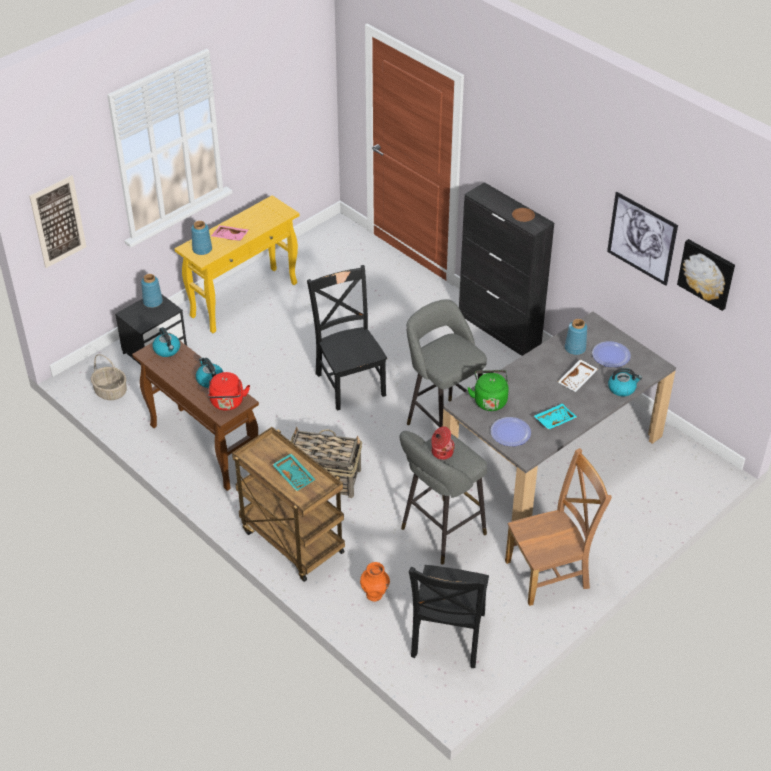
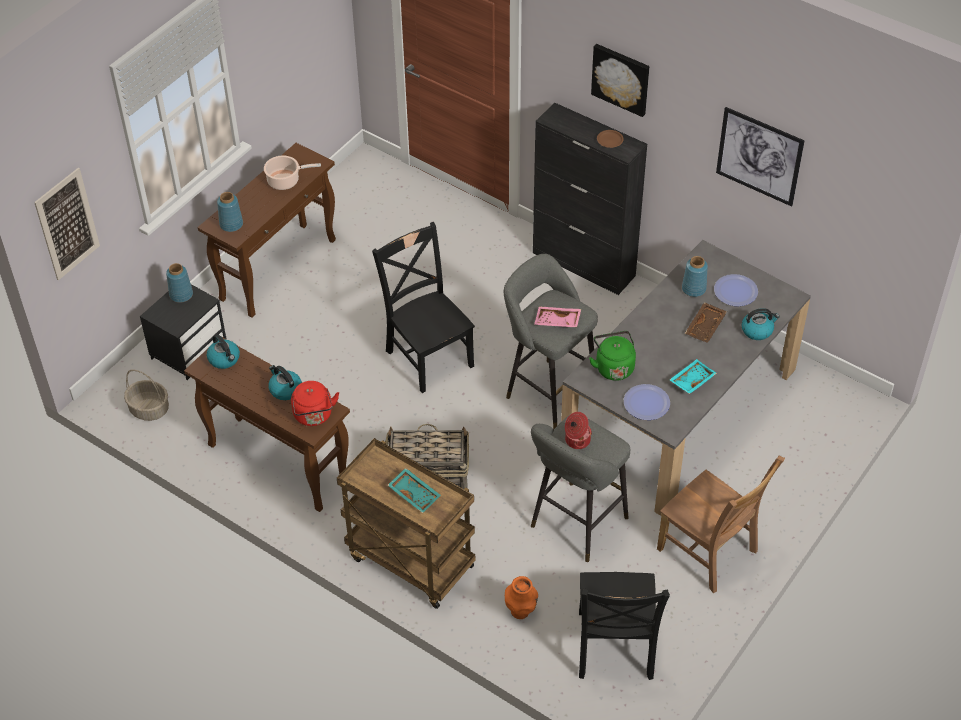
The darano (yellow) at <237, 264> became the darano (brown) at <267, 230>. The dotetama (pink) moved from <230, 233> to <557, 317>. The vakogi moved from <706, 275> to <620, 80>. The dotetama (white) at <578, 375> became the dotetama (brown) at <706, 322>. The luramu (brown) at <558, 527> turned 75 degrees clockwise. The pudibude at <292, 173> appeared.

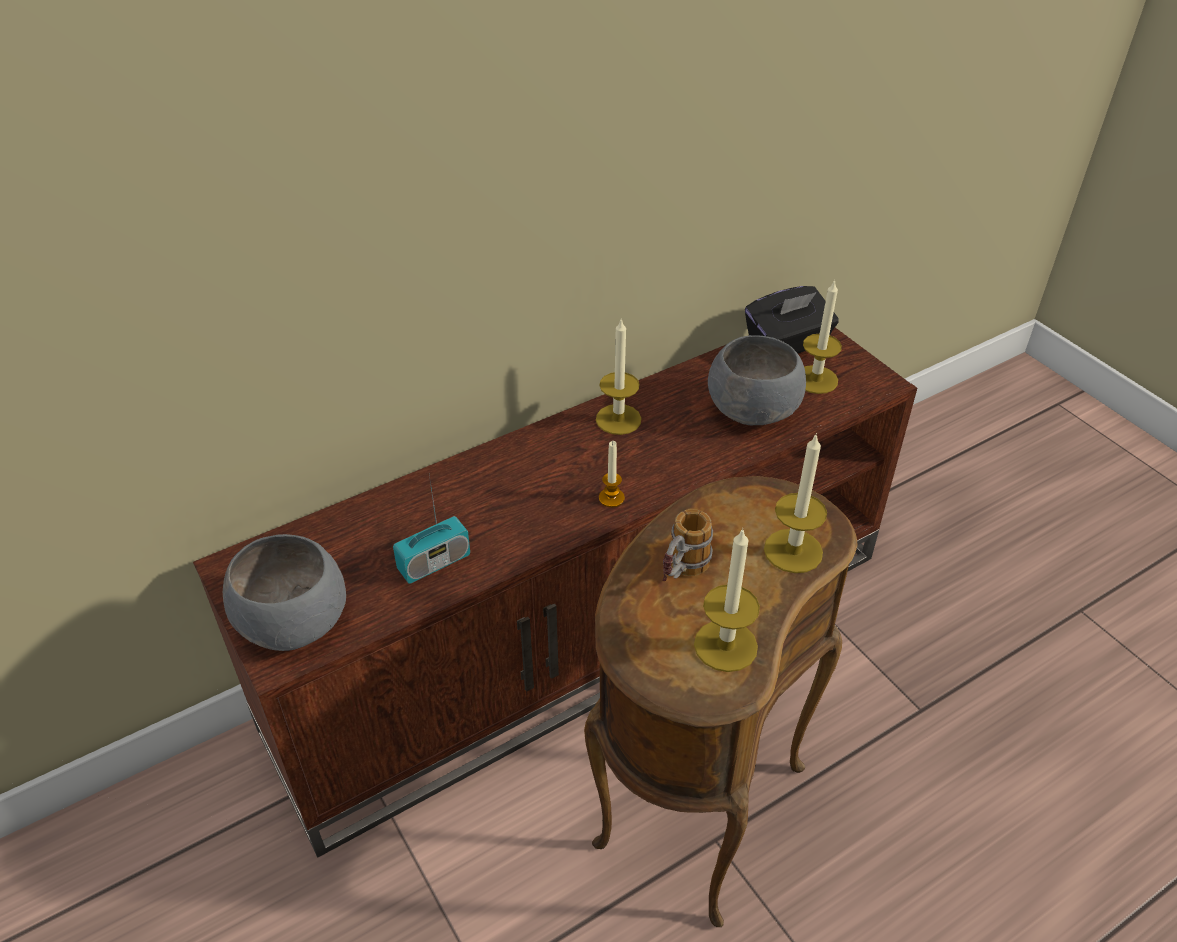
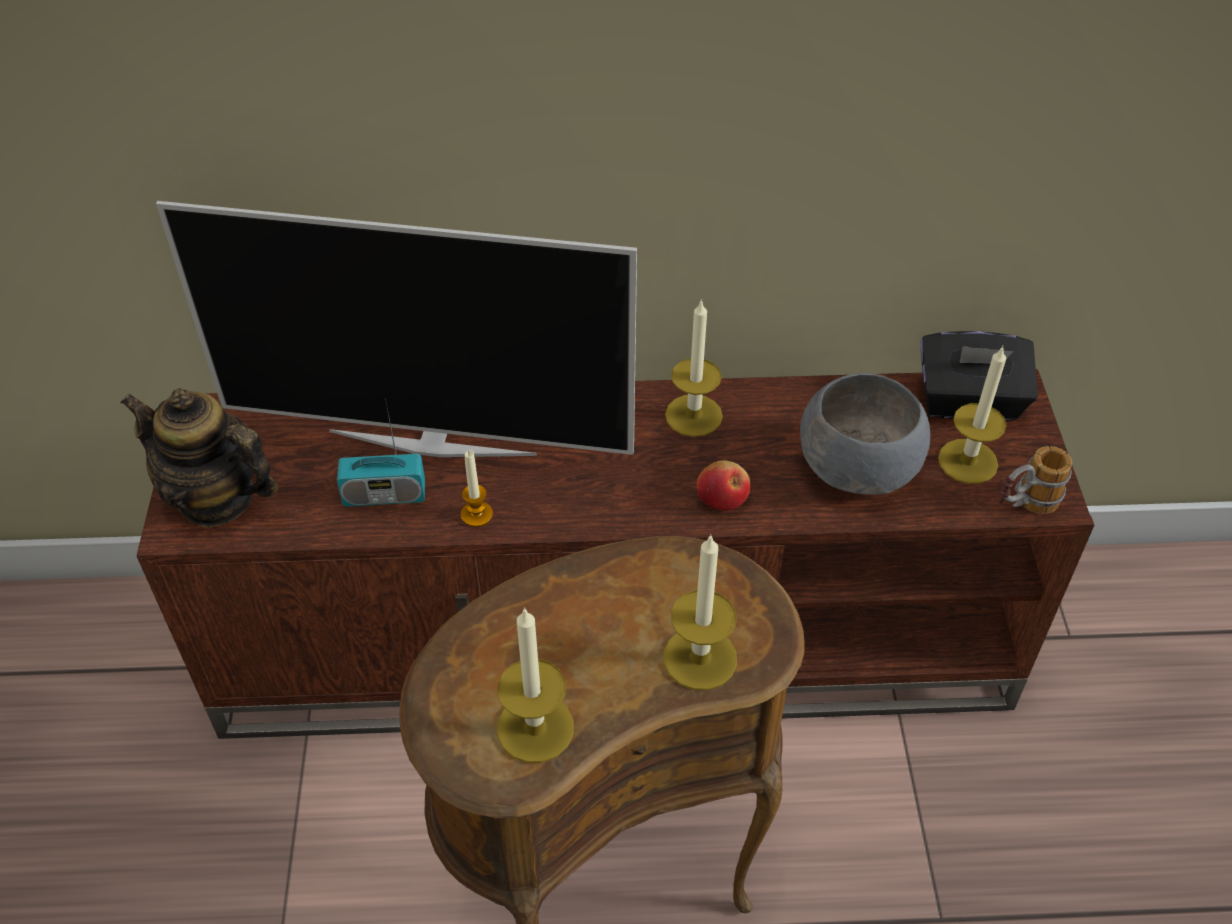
The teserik moved from <612, 474> to <477, 488>. The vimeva moved from <687, 545> to <1035, 480>. The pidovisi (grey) at <284, 592> was replaced by the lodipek at <199, 457>. The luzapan at <396, 329> appeared. The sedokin at <723, 485> appeared.

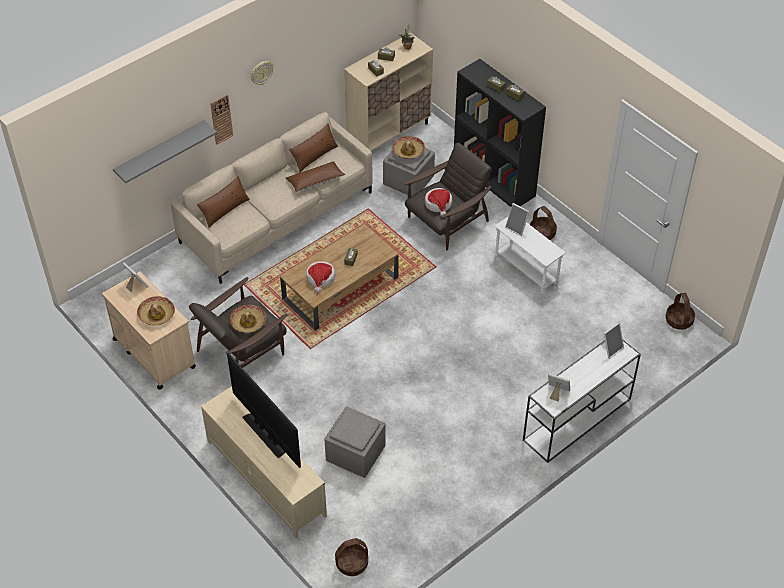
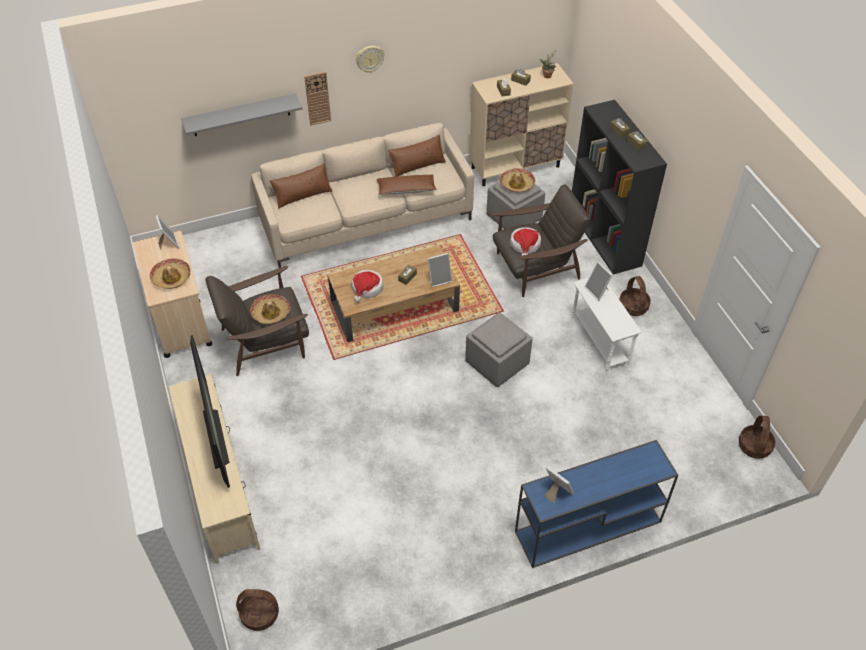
The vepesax moved from <613, 340> to <439, 270>. The darano (white) at <582, 401> became the darano (blue) at <596, 504>. The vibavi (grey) moved from <355, 442> to <499, 349>.

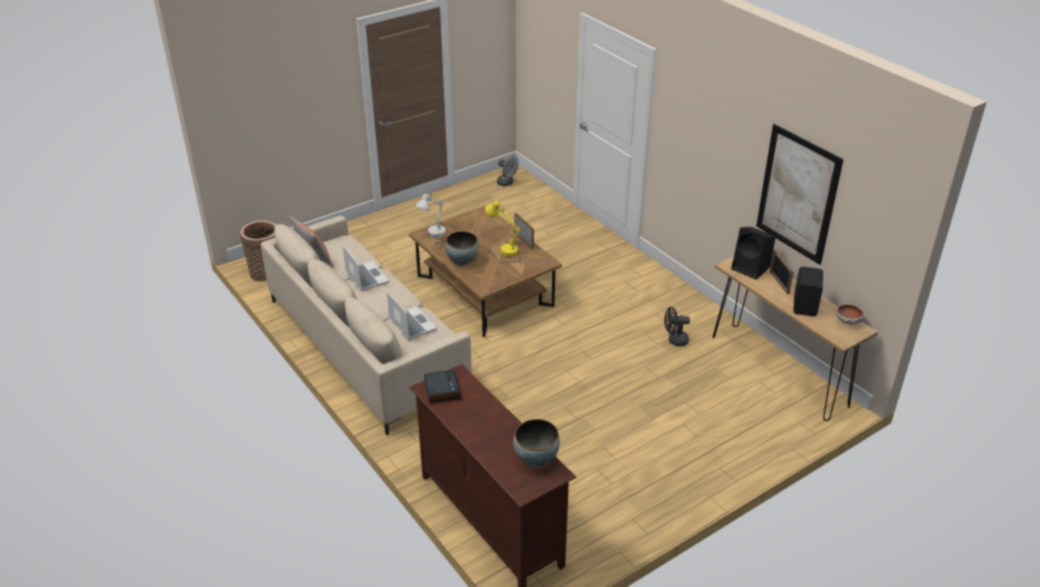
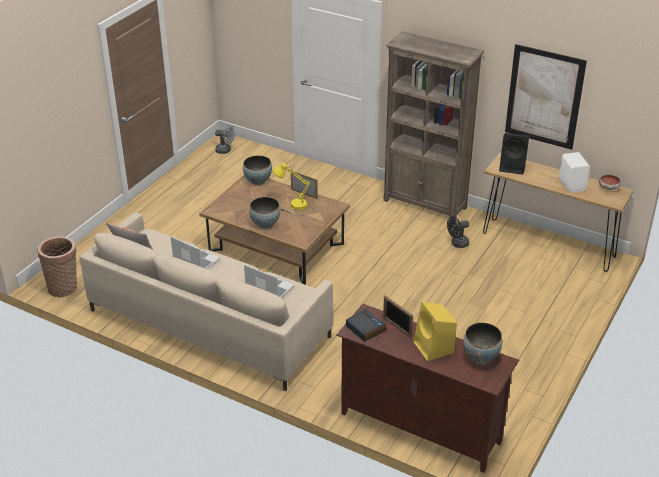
The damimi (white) at <436, 218> disappeared. The vepesax moved from <782, 272> to <398, 316>. The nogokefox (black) at <808, 291> became the nogokefox (white) at <574, 172>. The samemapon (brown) at <434, 126> appeared. The pidovisi at <257, 170> appeared. The nogokefox (yellow) at <435, 331> appeared.

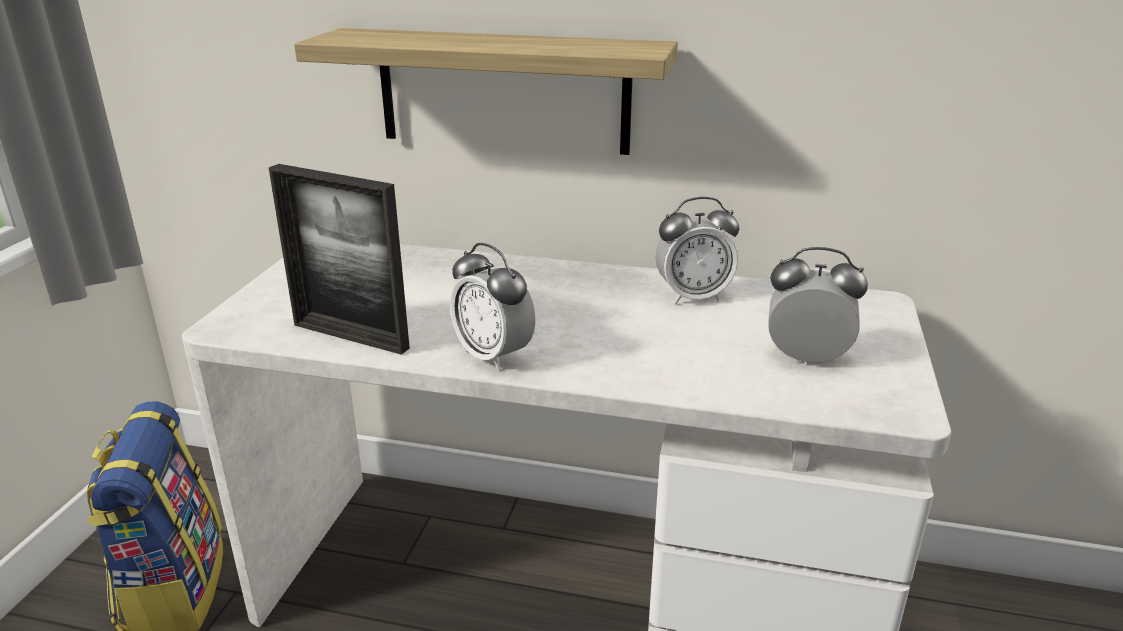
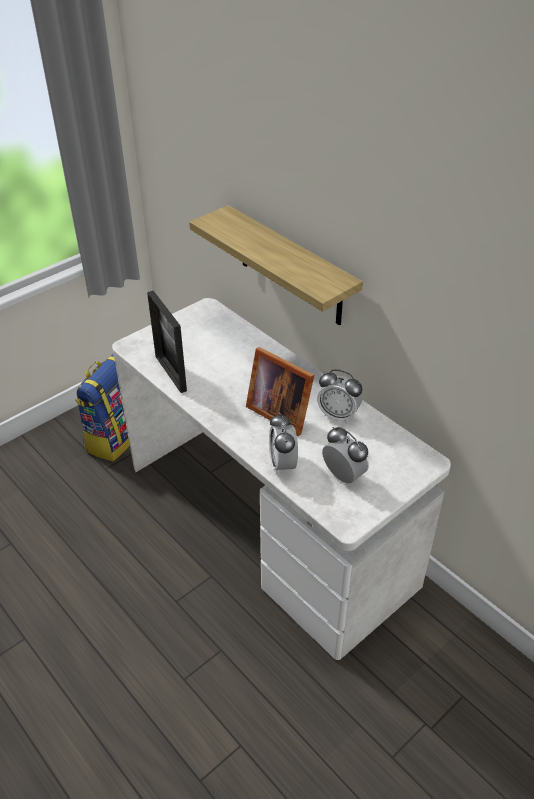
The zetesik moved from <492, 306> to <283, 444>. The vepesax at <280, 391> appeared.

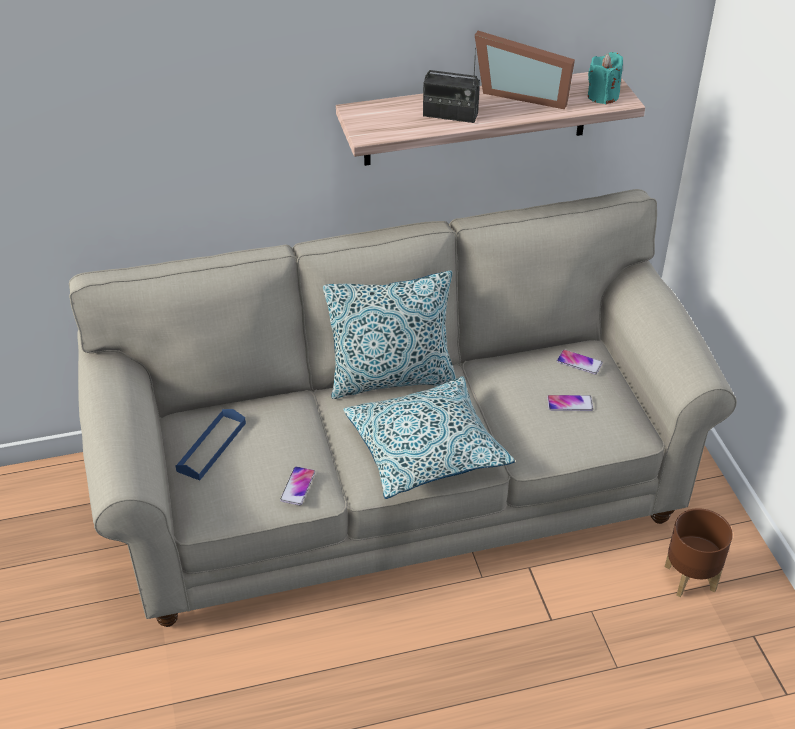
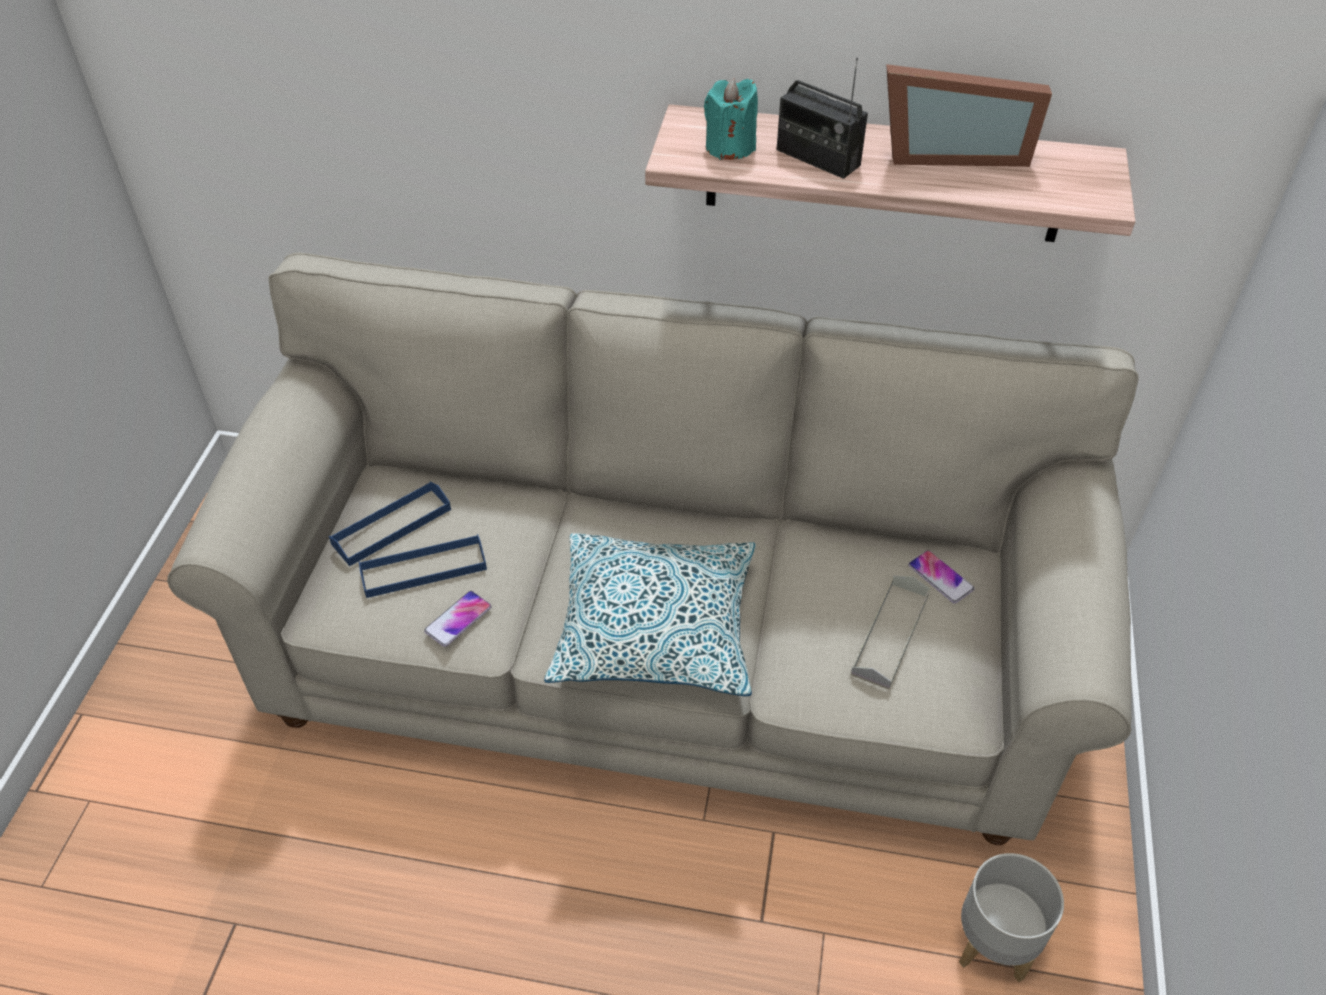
The vepesax at <525, 70> turned 45 degrees counterclockwise. The teserik (turquoise) moved from <605, 78> to <731, 119>. The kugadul at <389, 335> disappeared. The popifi at <570, 403> was replaced by the dotetama (grey) at <890, 633>. The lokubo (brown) at <699, 552> became the lokubo (grey) at <1011, 917>. The dotetama (blue) at <423, 566> appeared.

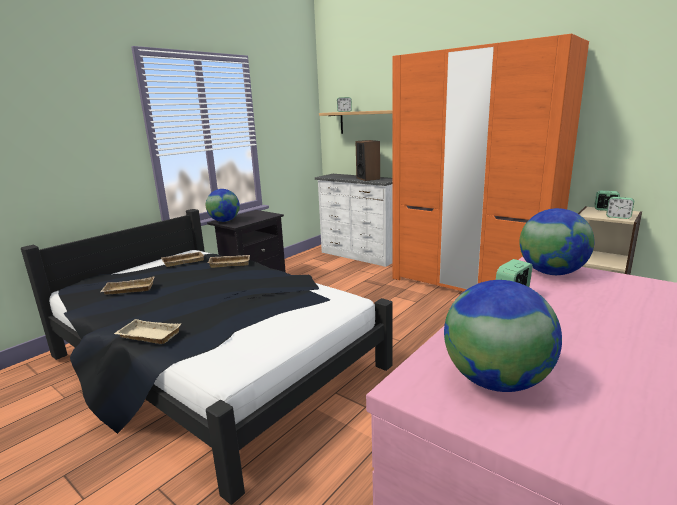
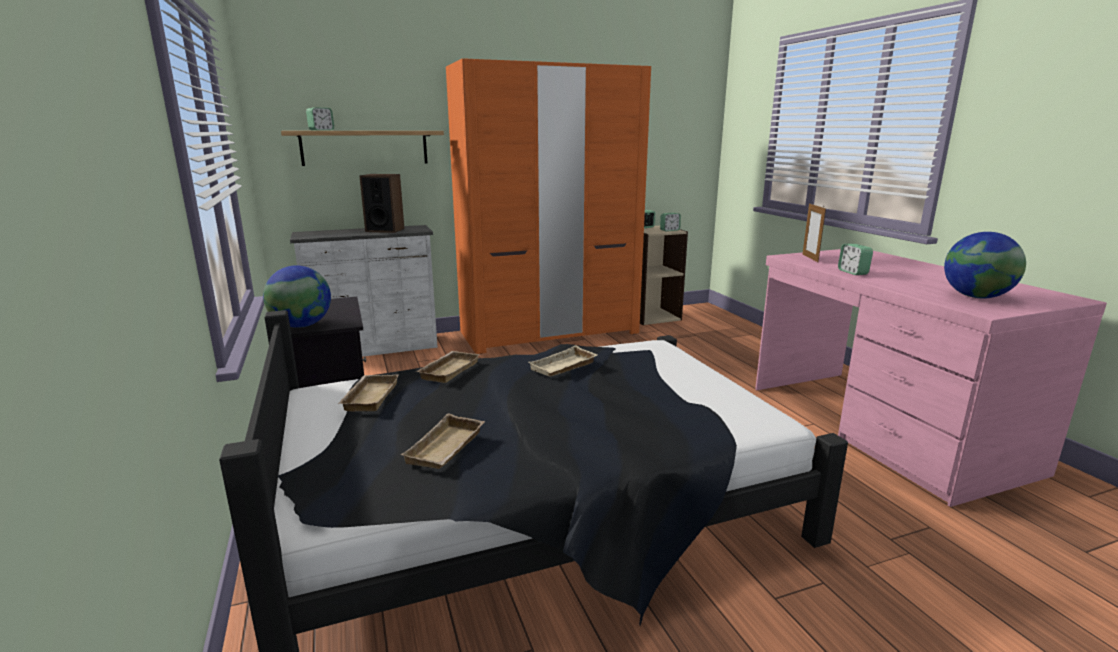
The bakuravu at <557, 241> was replaced by the vepesax at <814, 232>. The dotetama (beige) moved from <147, 331> to <562, 361>.

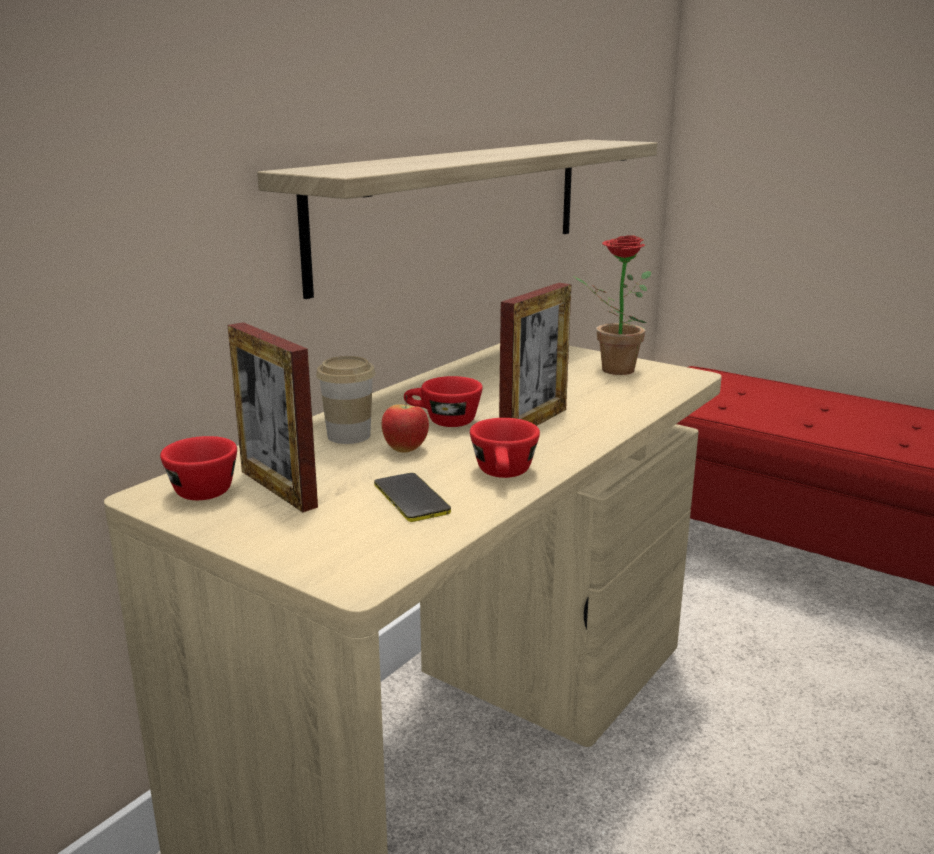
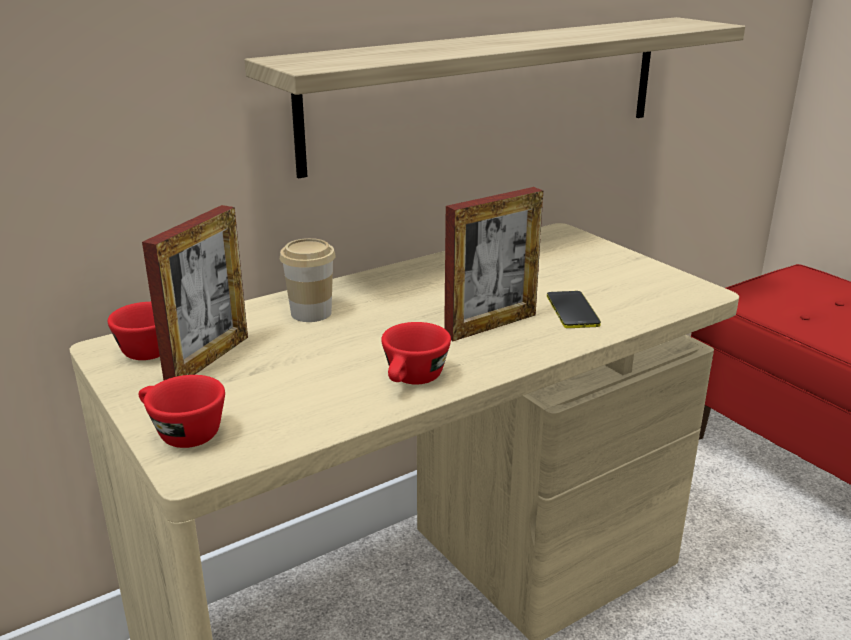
The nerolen at <611, 305> disappeared. The vepesax at <273, 417> turned 135 degrees counterclockwise. The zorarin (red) moved from <443, 401> to <182, 411>. The sedokin at <405, 424> disappeared. The popifi moved from <412, 497> to <574, 309>.

